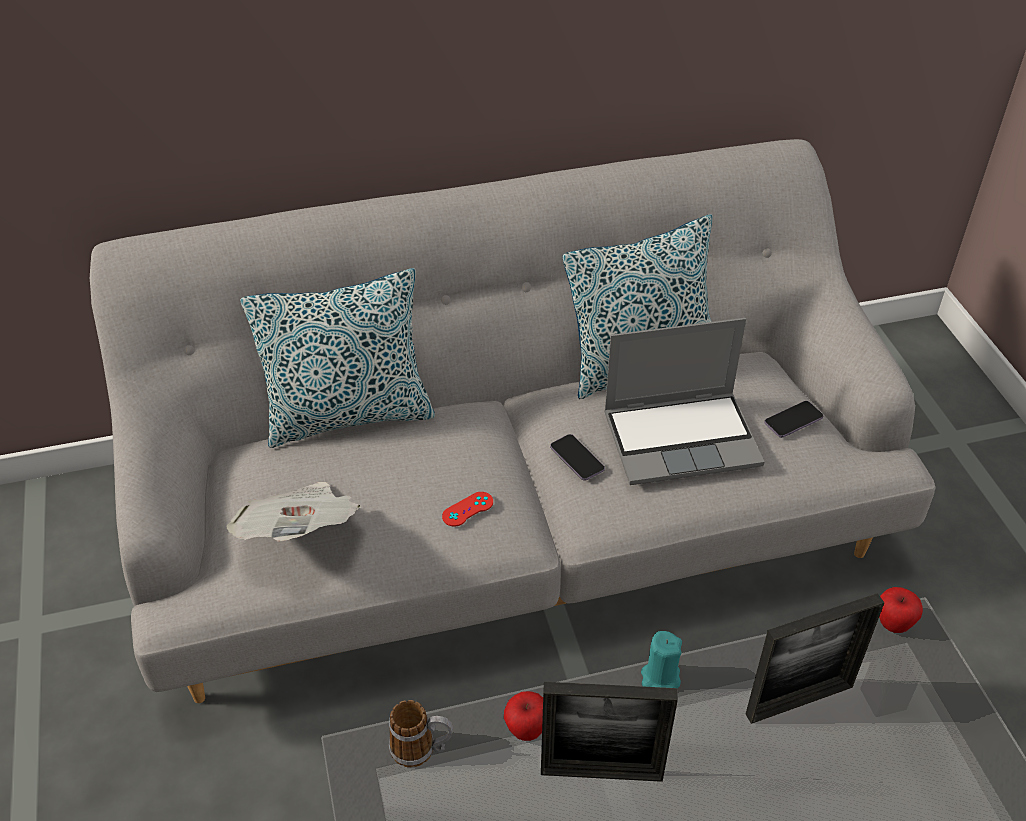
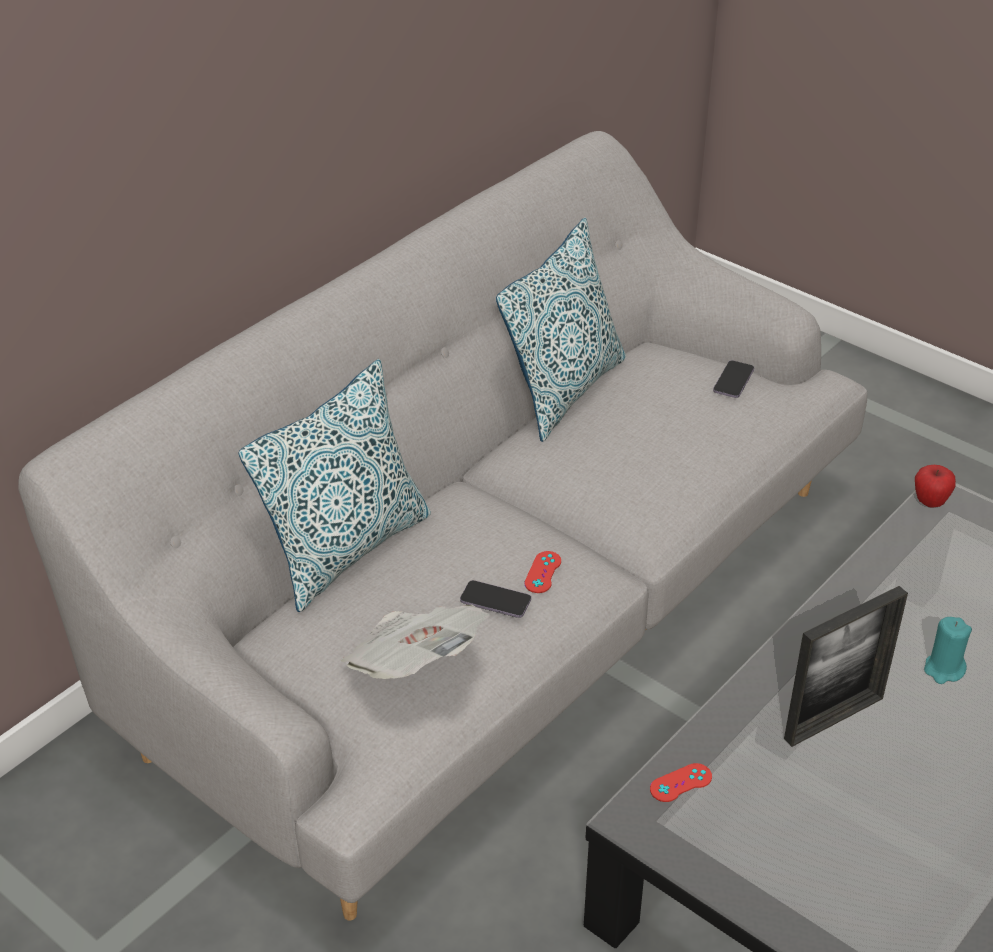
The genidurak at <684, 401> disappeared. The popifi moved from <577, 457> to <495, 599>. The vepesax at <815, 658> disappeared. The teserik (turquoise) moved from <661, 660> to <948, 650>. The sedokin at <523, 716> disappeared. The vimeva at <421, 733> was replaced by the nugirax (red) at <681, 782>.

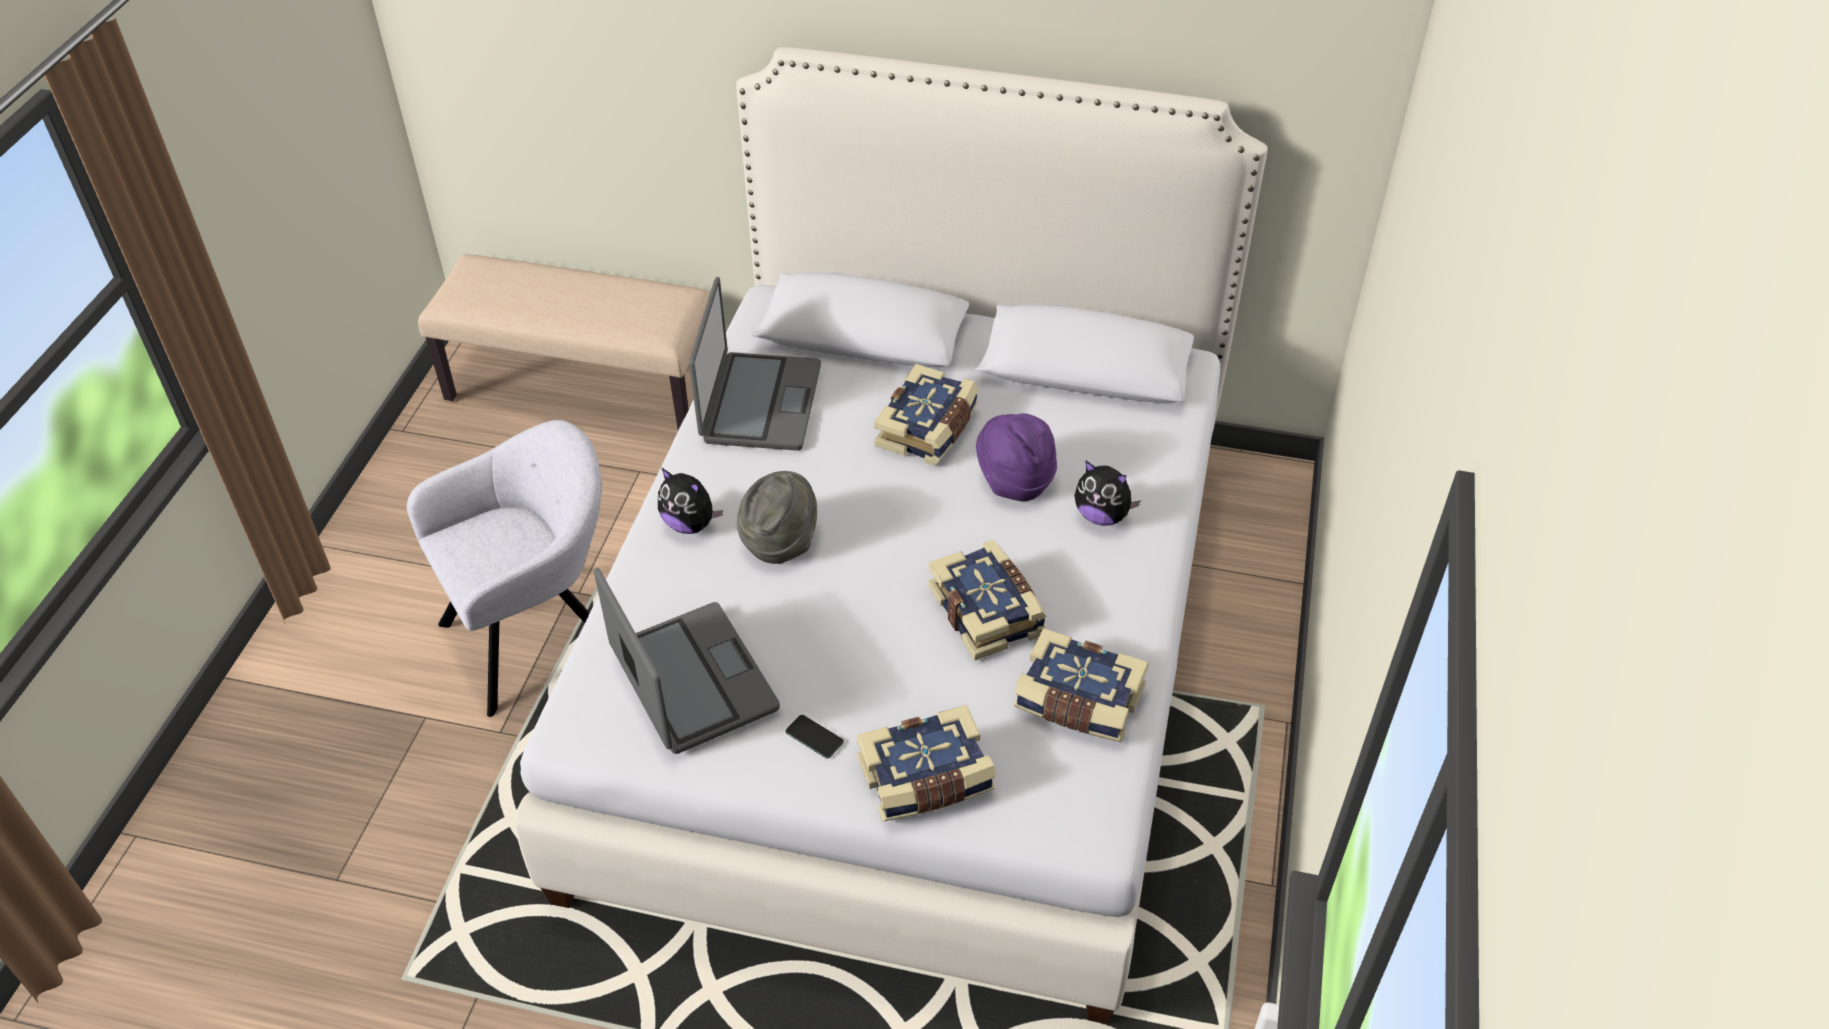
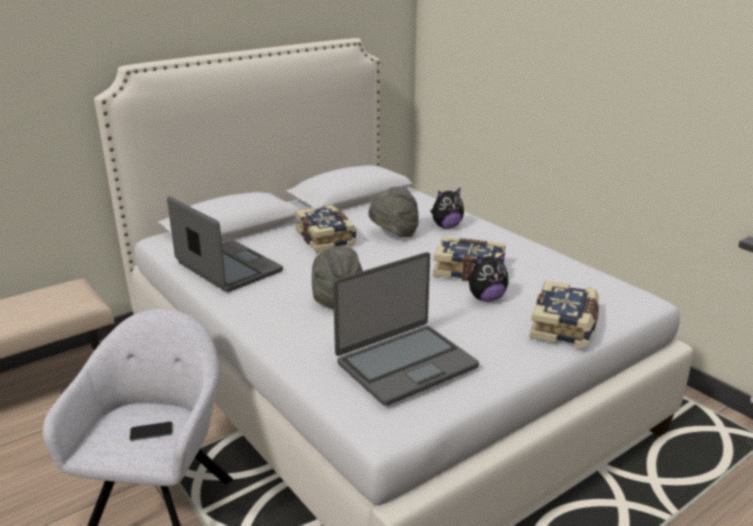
The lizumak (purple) at <1016, 457> became the lizumak (grey) at <393, 212>. The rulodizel moved from <690, 501> to <488, 277>. The genidurak at <687, 660> turned 135 degrees clockwise. The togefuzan at <1081, 685> disappeared. The popifi moved from <814, 737> to <151, 431>.

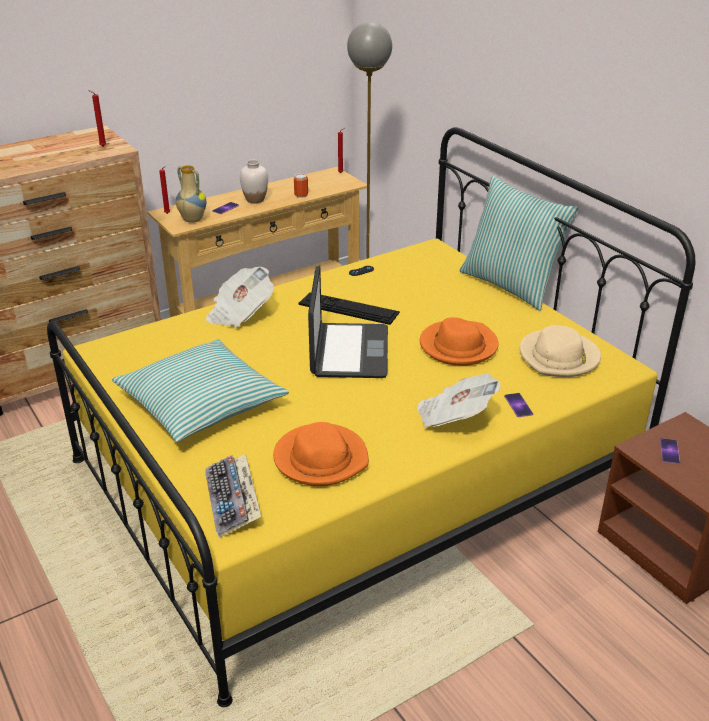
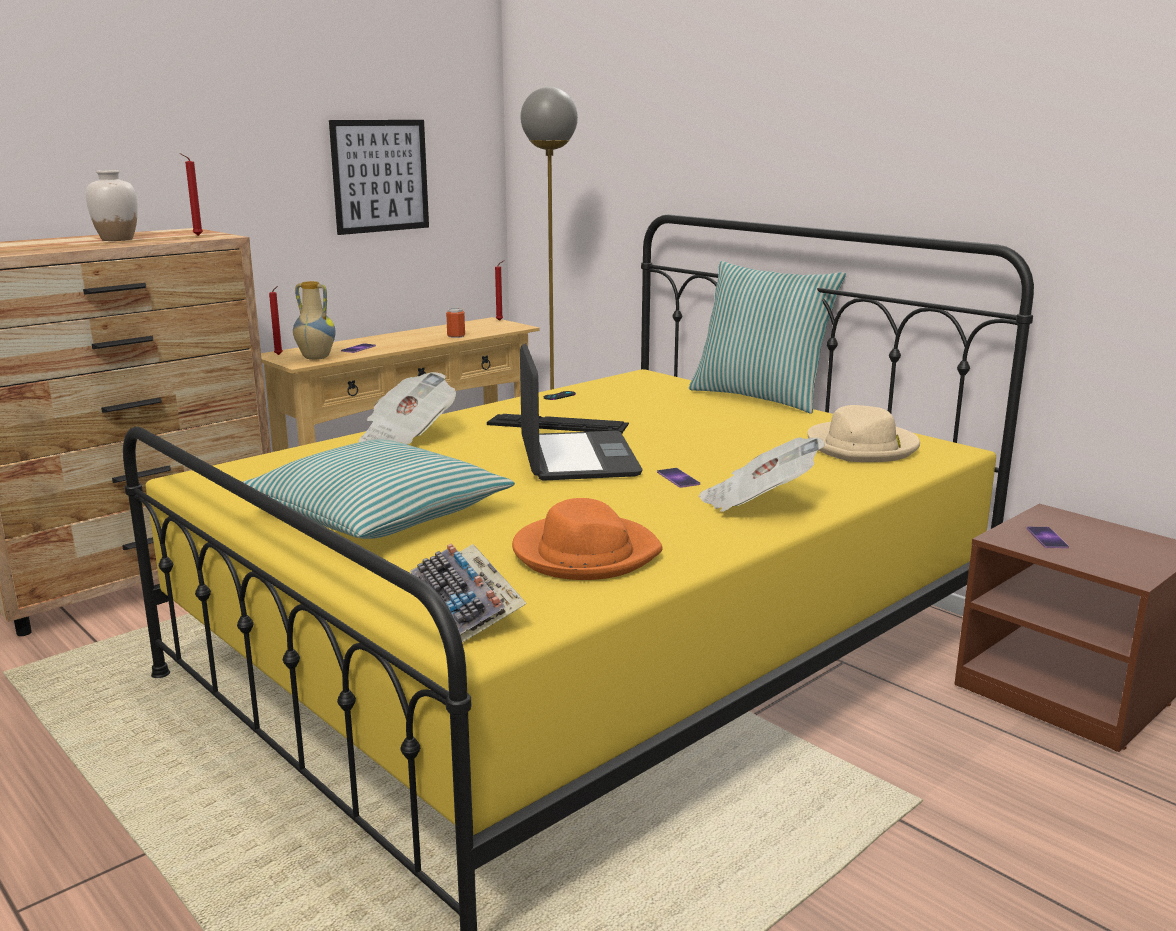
The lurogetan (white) moved from <254, 181> to <112, 205>. The lizumak (orange) at <459, 341> disappeared. The popifi moved from <518, 405> to <678, 478>. The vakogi at <379, 177> appeared.

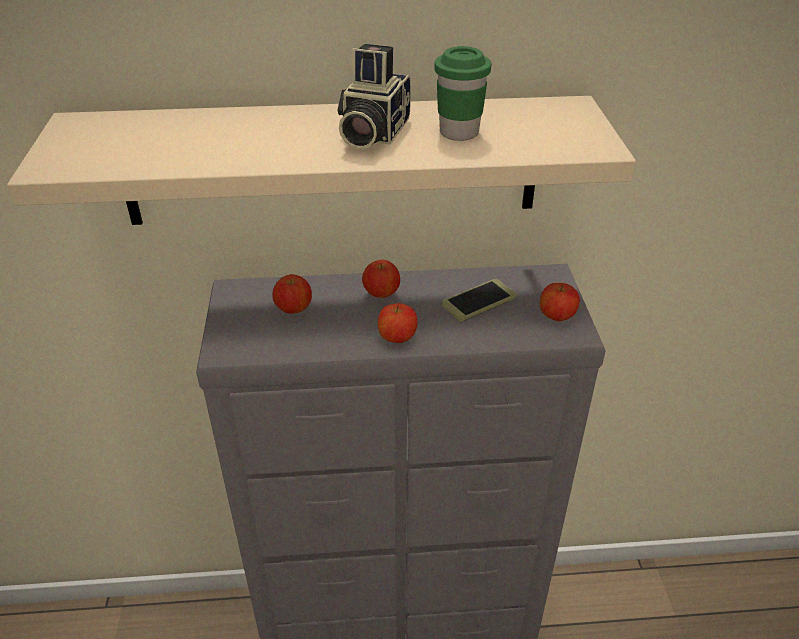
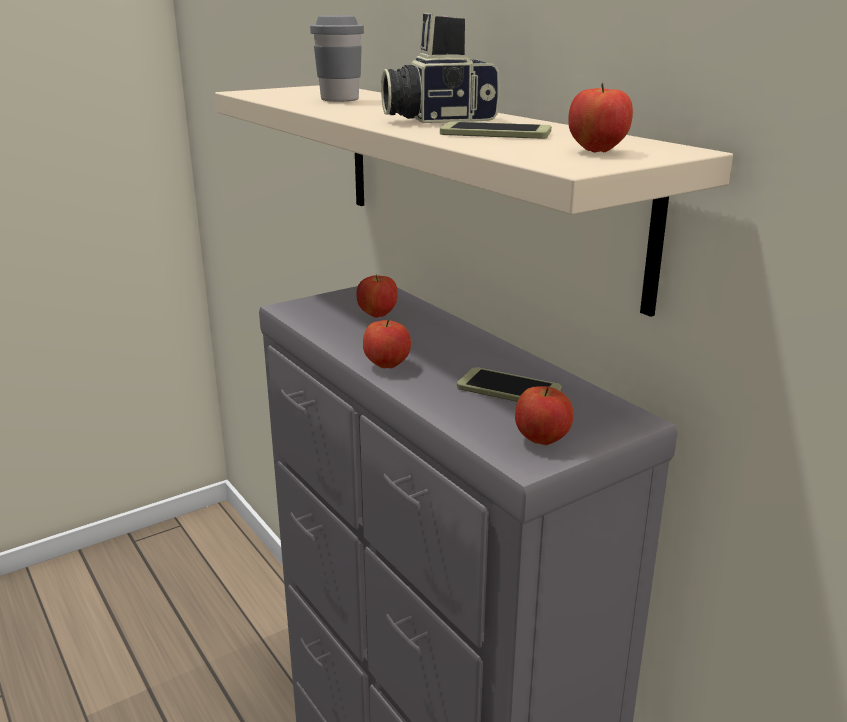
The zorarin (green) at <462, 93> was replaced by the popifi at <495, 130>. The sedokin moved from <381, 279> to <600, 118>. The zorarin (grey) at <337, 58> appeared.

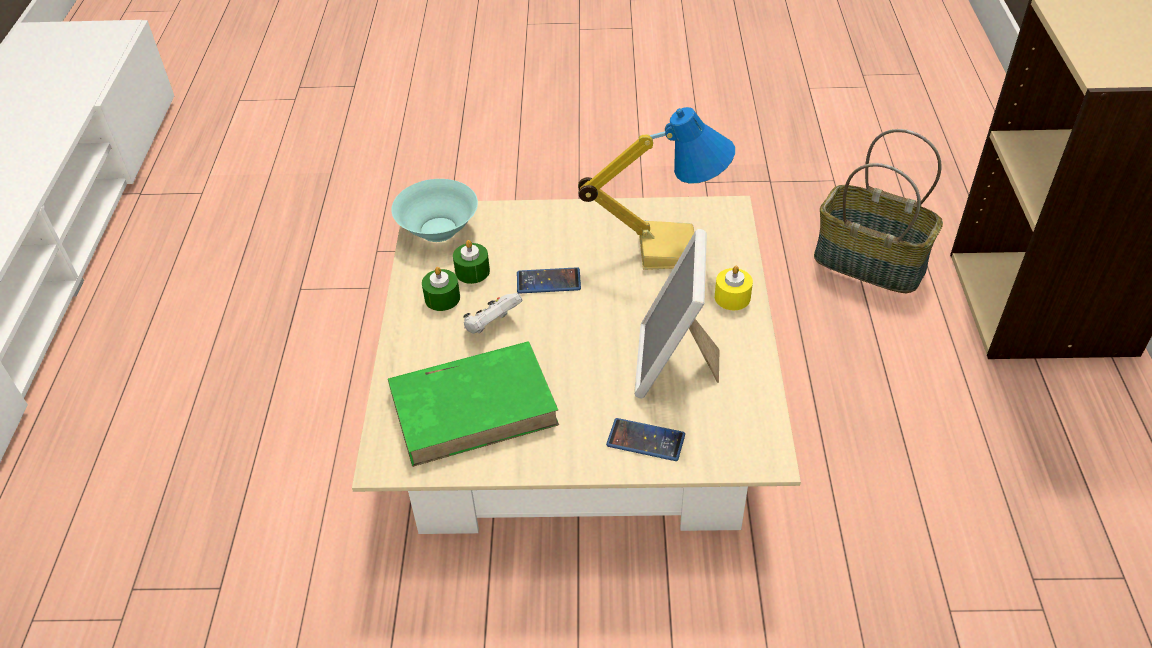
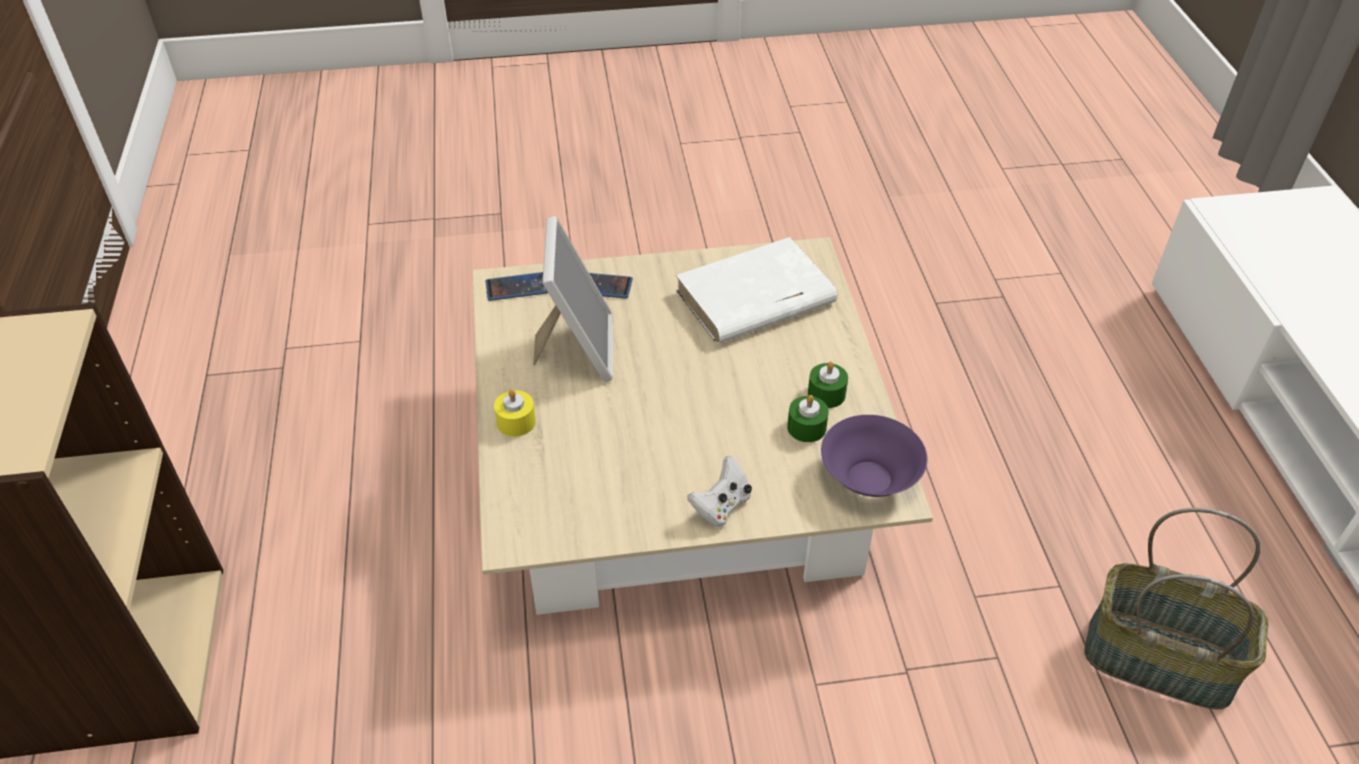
The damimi at <656, 188> disappeared. The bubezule moved from <878, 211> to <1176, 609>. The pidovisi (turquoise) at <435, 210> became the pidovisi (purple) at <874, 456>. The popifi moved from <549, 280> to <517, 286>. The nugirax (white) moved from <492, 313> to <719, 491>. The togefuzan (green) at <473, 404> became the togefuzan (white) at <756, 290>.

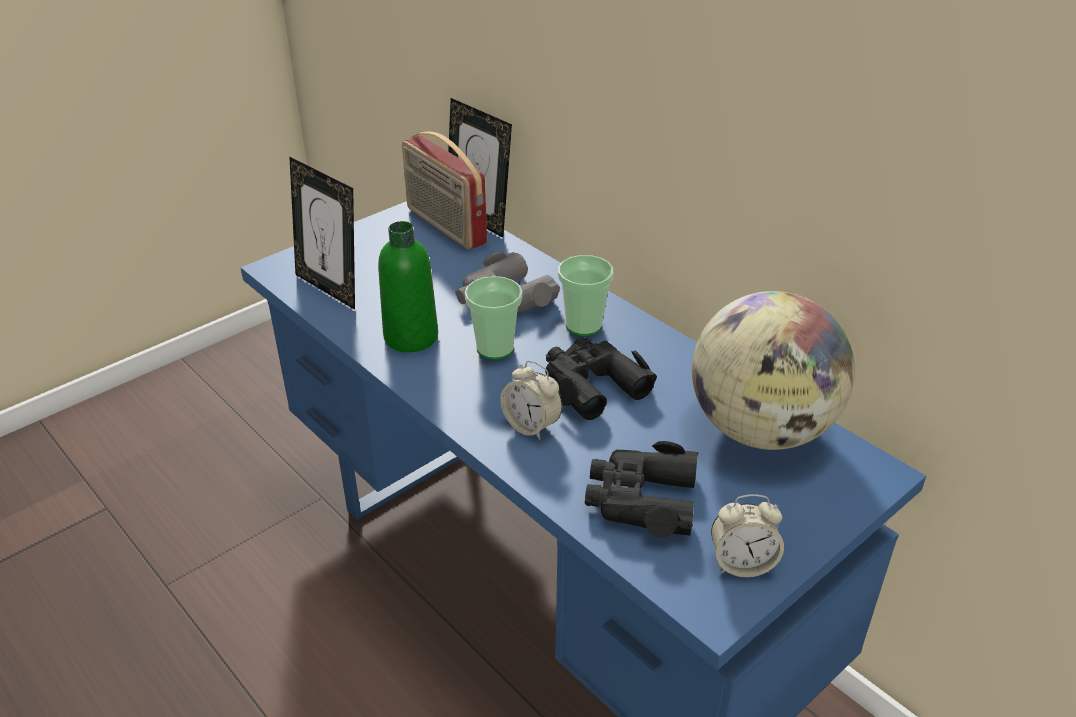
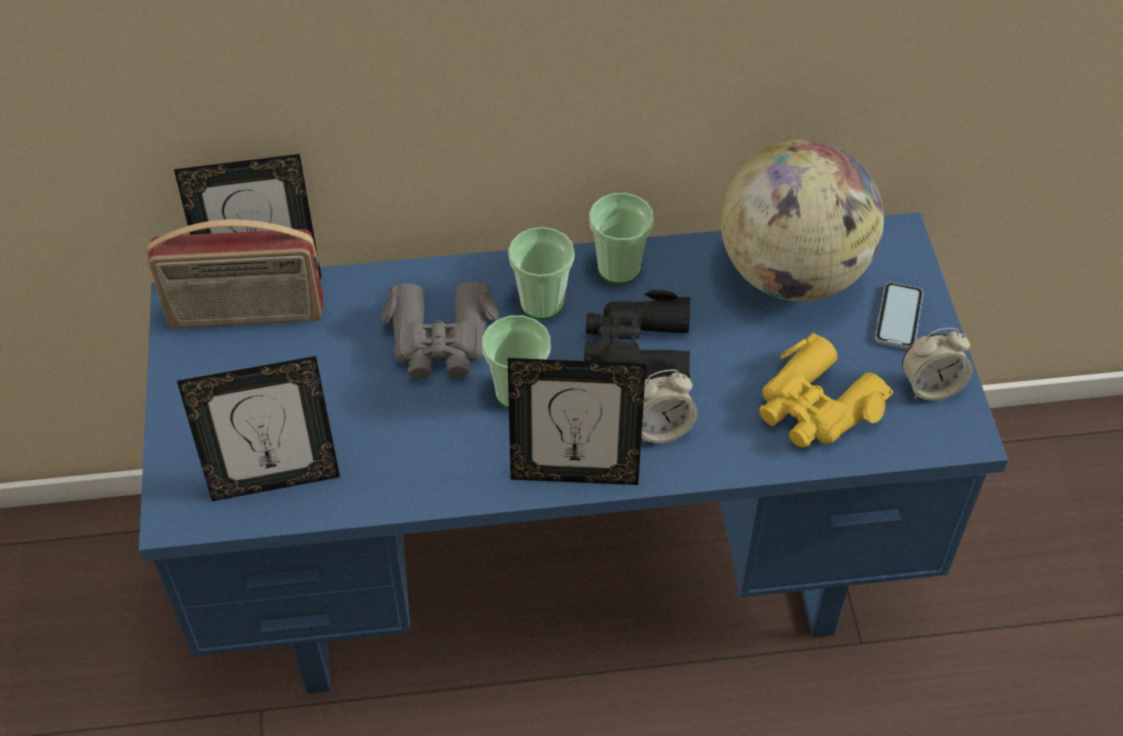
The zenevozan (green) at <408, 286> disappeared. The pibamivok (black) at <641, 489> became the pibamivok (yellow) at <826, 390>. The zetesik at <747, 535> turned 45 degrees clockwise. The zorarin at <621, 238> appeared. The popifi at <899, 315> appeared. The vepesax at <577, 421> appeared.

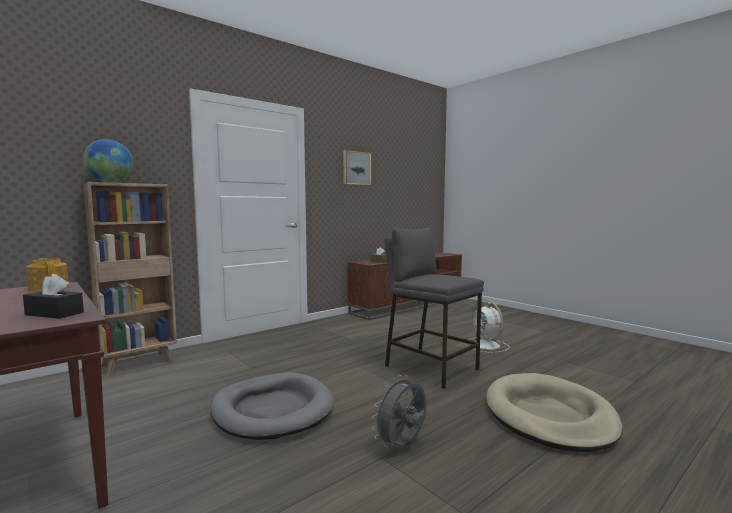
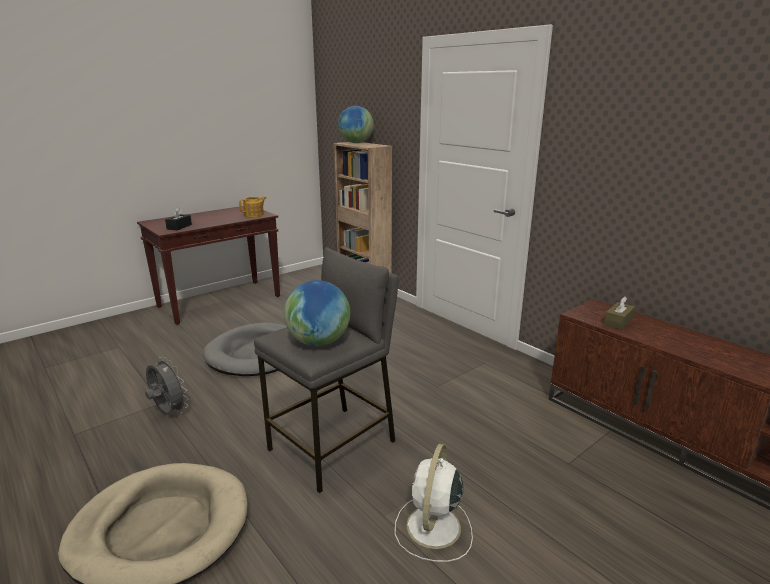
The vakogi at <357, 167> disappeared. The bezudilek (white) at <487, 326> turned 45 degrees counterclockwise. The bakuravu at <317, 313> appeared.

